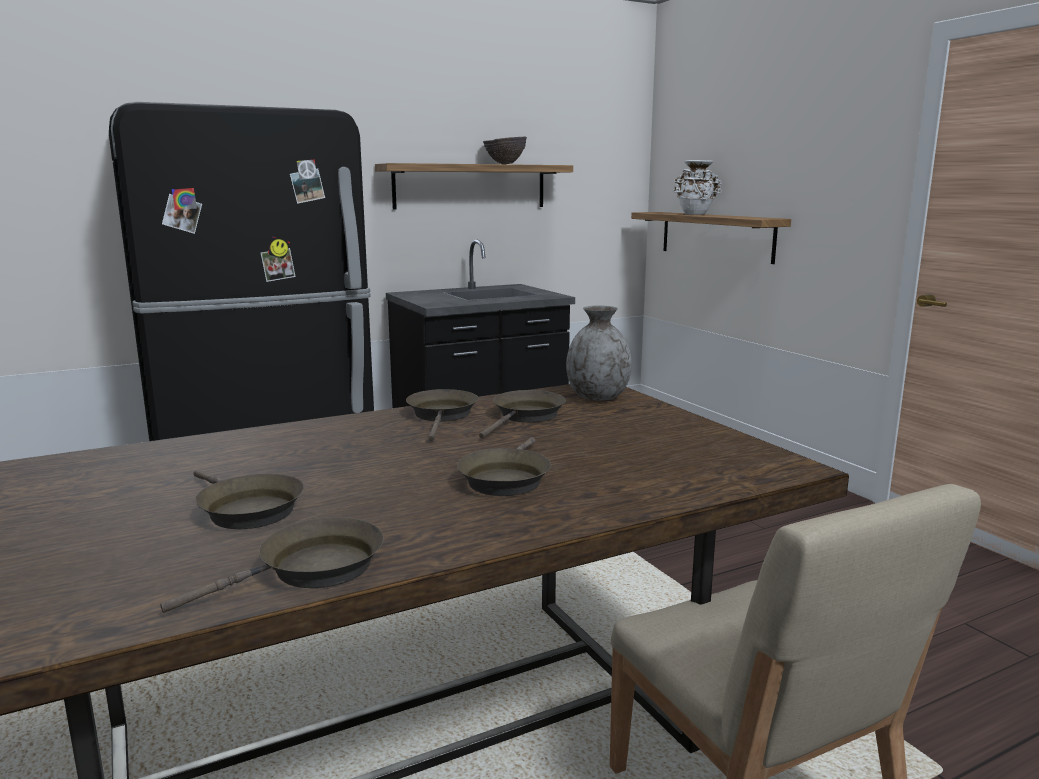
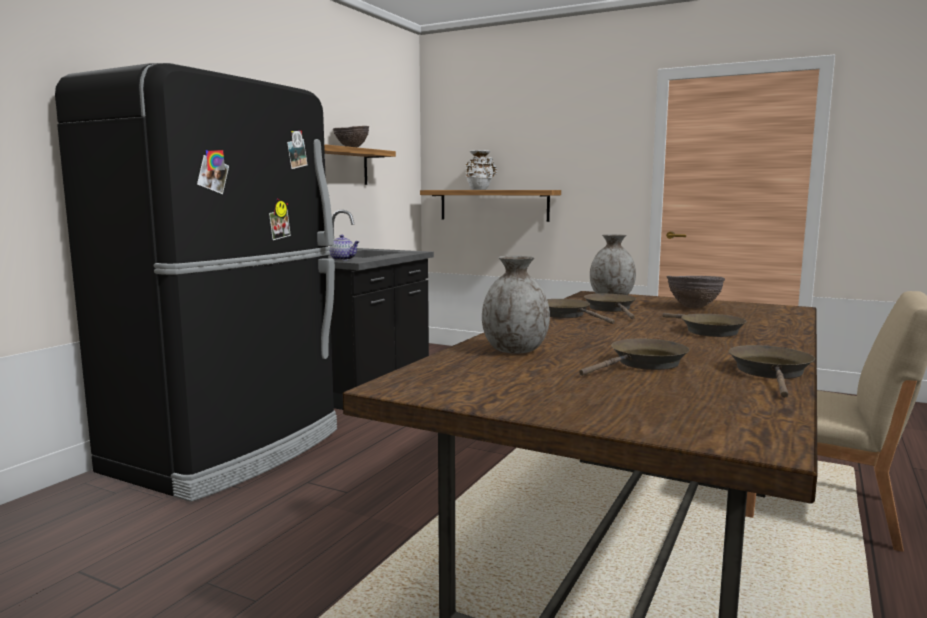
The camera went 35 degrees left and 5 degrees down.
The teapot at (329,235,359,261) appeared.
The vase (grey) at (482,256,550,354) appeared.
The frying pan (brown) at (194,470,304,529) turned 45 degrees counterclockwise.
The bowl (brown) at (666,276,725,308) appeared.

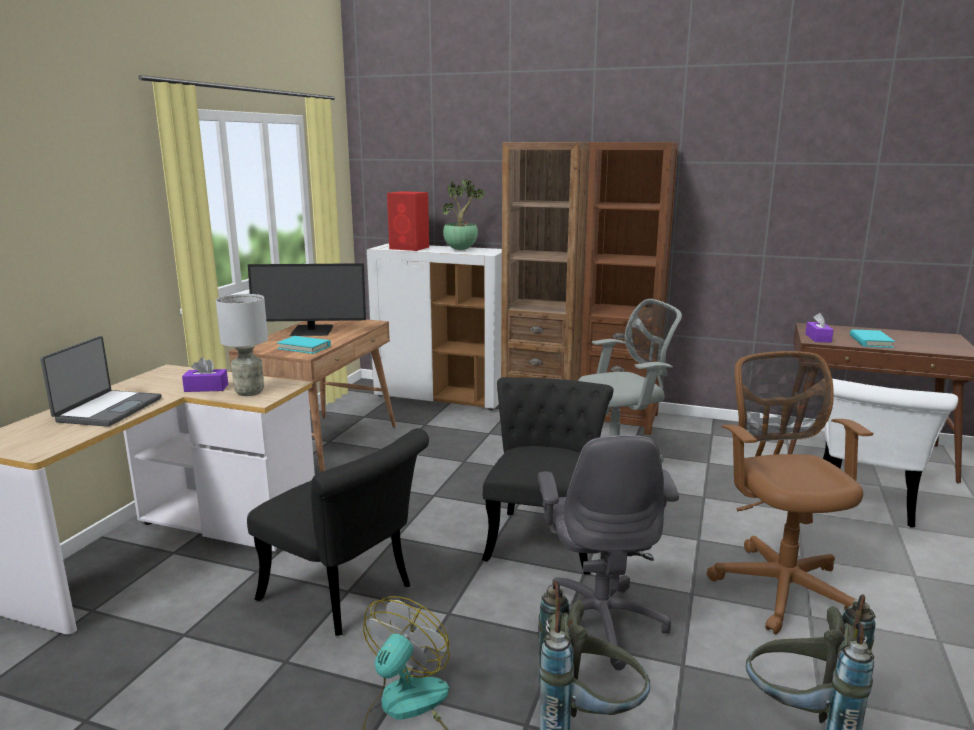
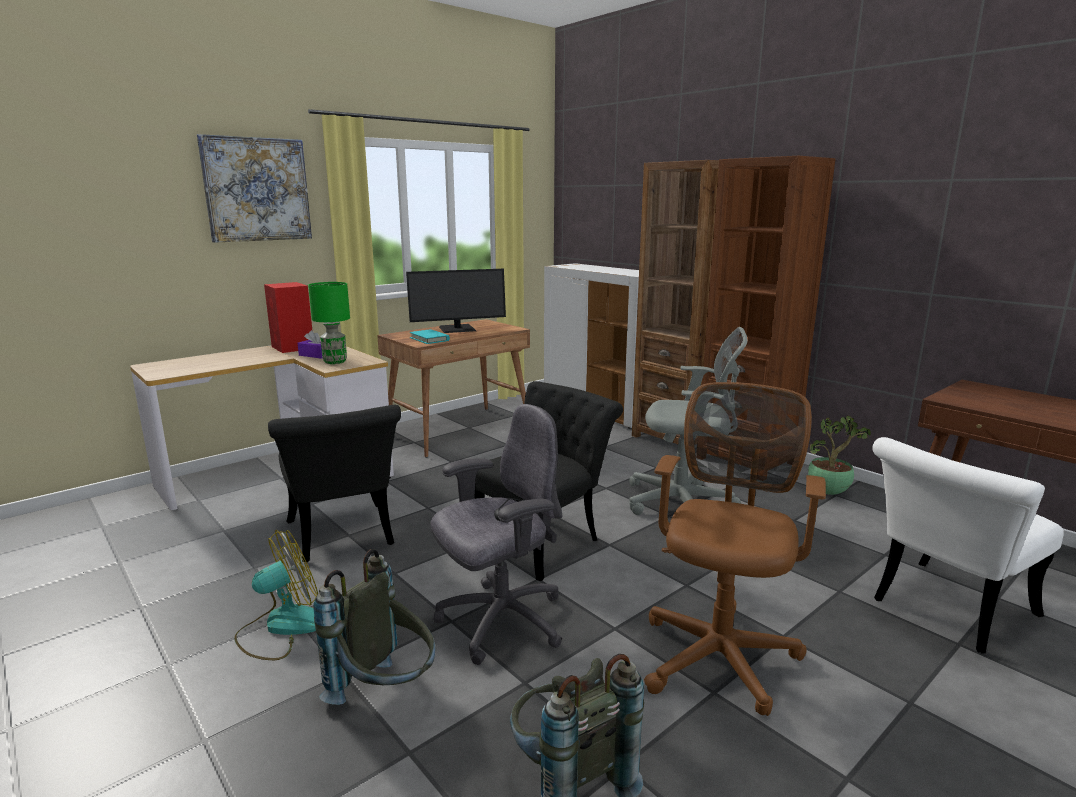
The camera went 30 degrees right and 0 degrees up.
The picture at (197,134,312,243) appeared.
The speaker (red) moved from (387,191,429,251) to (264,282,312,353).
The table lamp (grey) at (216,294,268,396) became the table lamp (green) at (308,282,350,364).
The monitor at (248,263,366,336) turned 45 degrees counterclockwise.
The office chair (grey) at (537,435,679,670) turned 150 degrees counterclockwise.
The potted plant moved from (442,179,485,250) to (808,415,871,495).
The laptop at (40,336,162,427) disappeared.
The tissue box (purple) at (805,313,833,342) disappeared.
The book (turquoise) at (850,329,895,348) disappeared.

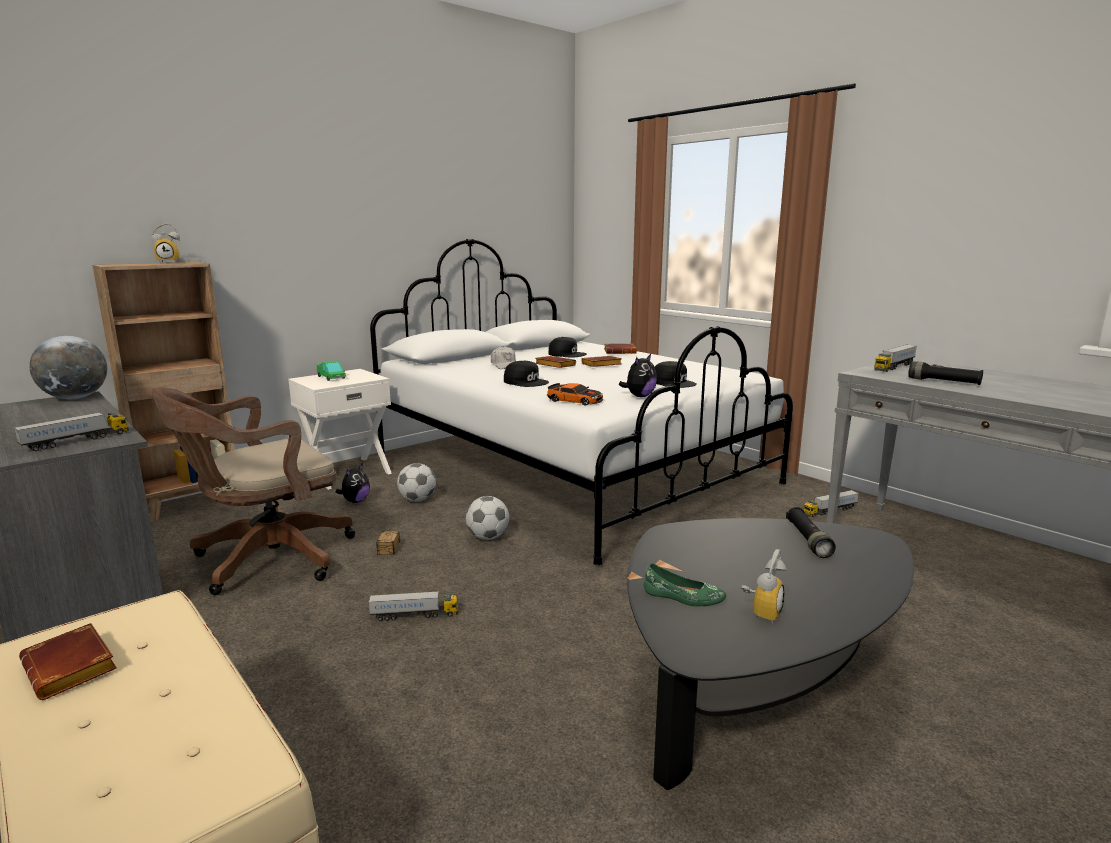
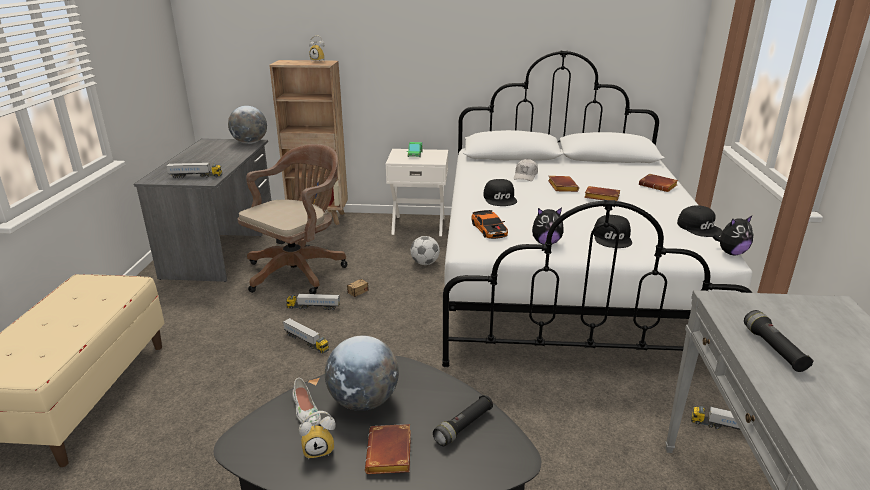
The camera went 45 degrees right and 10 degrees up.
The office chair (brown) at (151,388,355,595) turned 120 degrees clockwise.
The toy truck moved from (874,344,917,372) to (286,293,340,310).
The shoe (green) at (643,563,726,607) became the shoe (white) at (292,378,321,425).
The globe at (325,336,399,411) appeared.
The book (brown) moved from (19,623,117,700) to (365,424,411,474).
The cap (black) moved from (548,337,587,358) to (677,205,722,237).
The plush toy moved from (336,464,370,503) to (713,216,753,255).
The football at (466,496,509,540) disappeared.

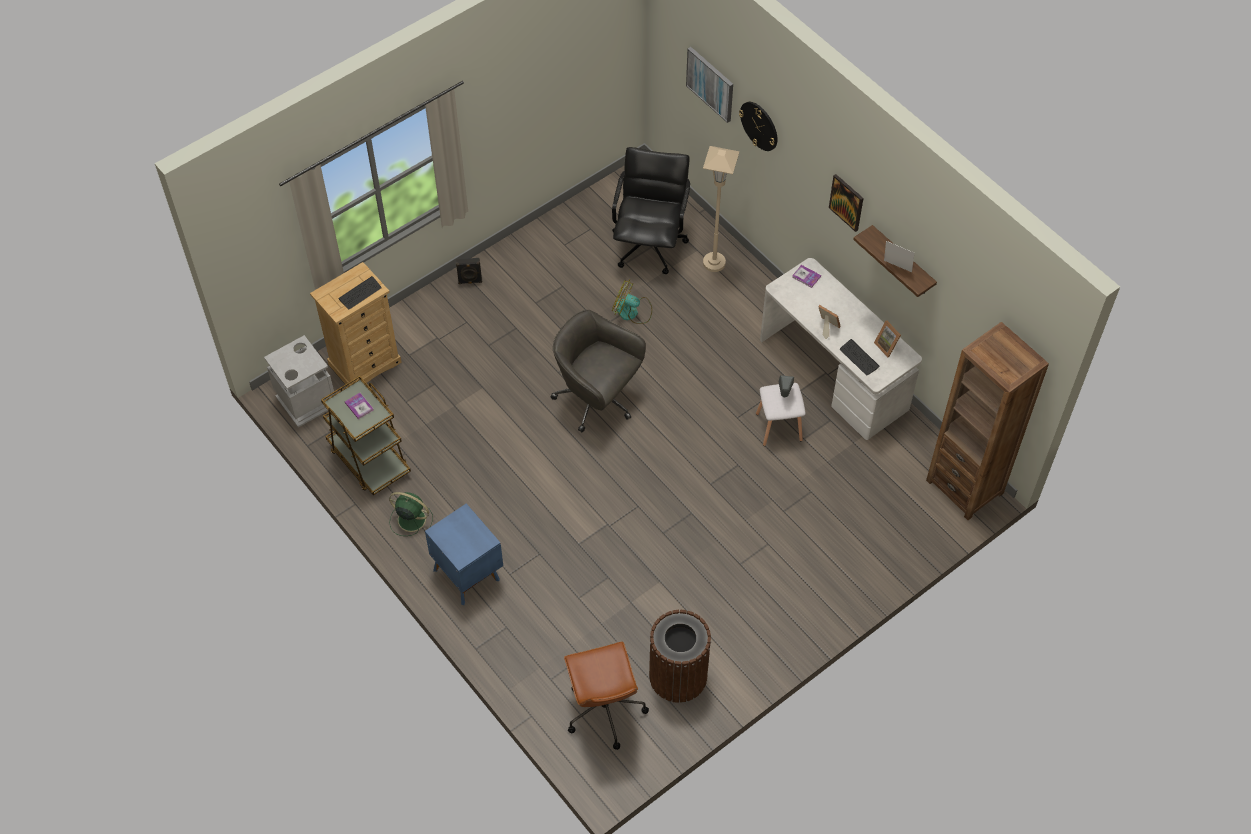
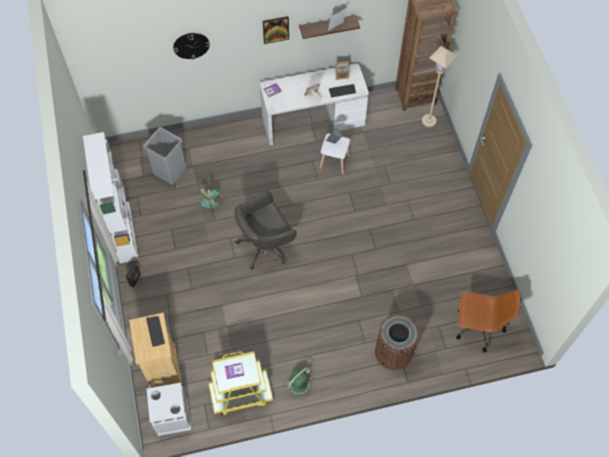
The camera went 65 degrees left and 5 degrees up.
The bookcase (white) at (83,132,139,263) appeared.
The office chair (black) at (612,147,690,274) was replaced by the trash can (grey) at (143,127,186,185).
The cart (brown) at (321,376,411,496) became the cart (yellow) at (208,351,273,416).
The trash can (brown) moved from (649,610,711,703) to (375,314,419,370).
The floor lamp (beige) moved from (703,146,740,272) to (422,46,457,127).
The nightstand (blue) at (425,503,503,605) disappeared.
The picture at (686,47,733,123) disappeared.

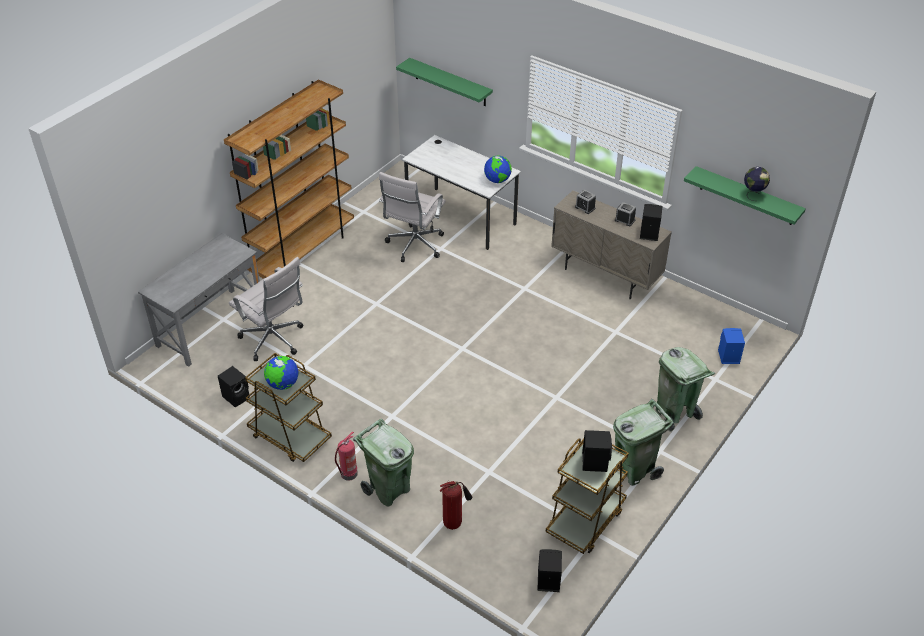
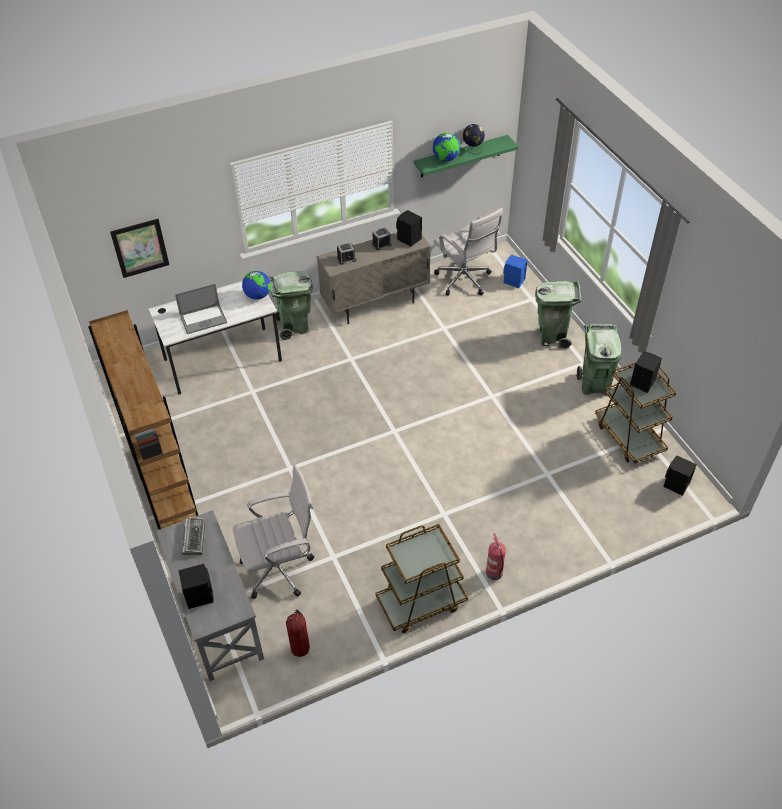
The camera went 60 degrees left and 5 degrees up.
The shelf (green) at (396,58,493,106) was replaced by the picture at (110,219,169,278).
The laptop at (175,284,227,334) appeared.
The speaker (black) moved from (218,366,250,407) to (178,564,214,609).
The keyboard at (182,517,205,555) appeared.
The trash can (green) moved from (353,419,414,507) to (268,271,313,340).
The fire extinguisher moved from (440,481,472,530) to (286,609,310,657).
The globe moved from (264,356,298,390) to (432,133,460,161).
The office chair (white) moved from (379,172,445,262) to (433,208,503,296).

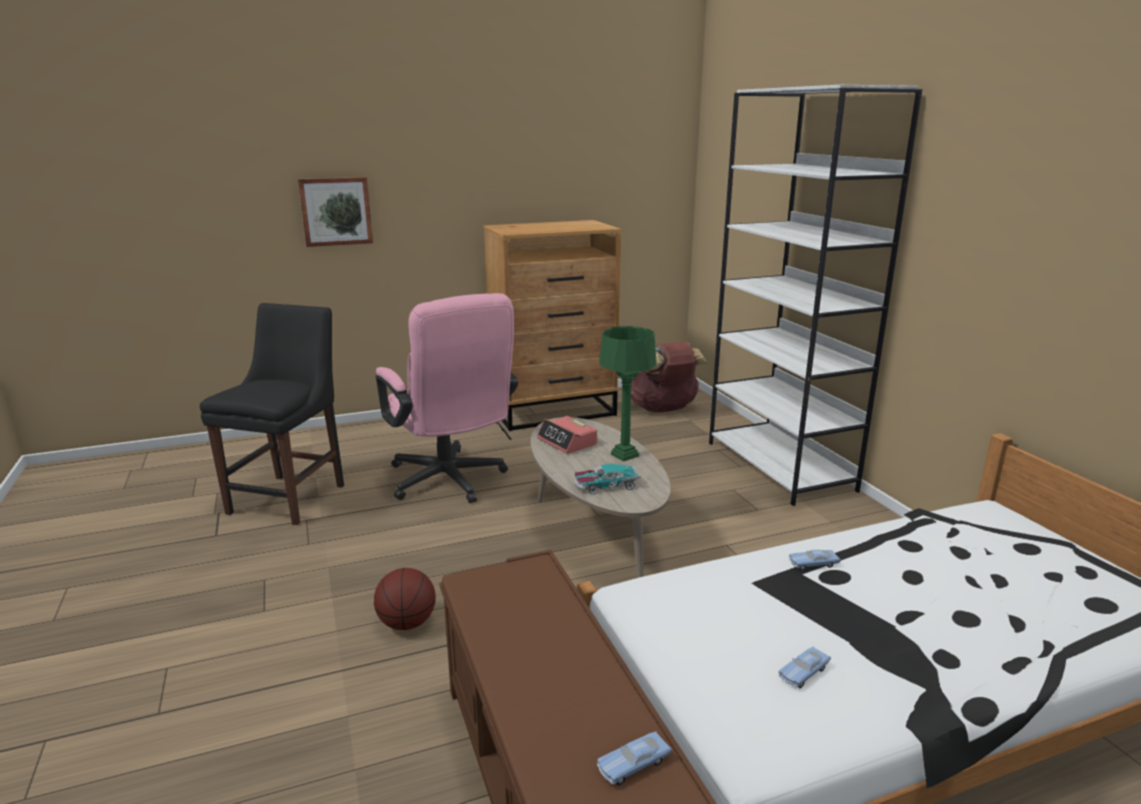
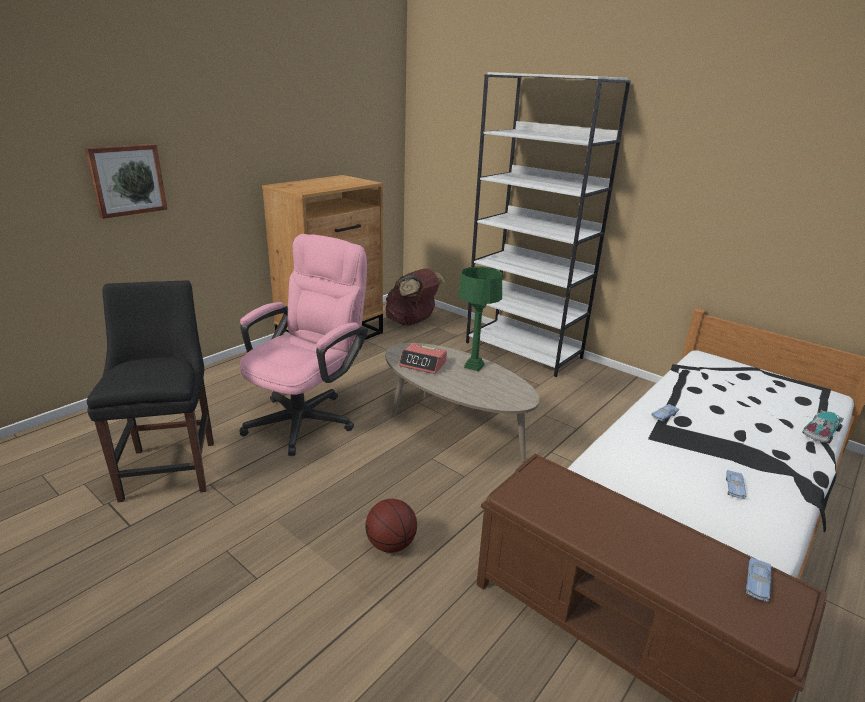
The camera went 30 degrees left and 5 degrees up.
The office chair (pink) at (376,293,518,503) turned 90 degrees counterclockwise.
The toy car moved from (574,464,640,494) to (802,410,844,444).

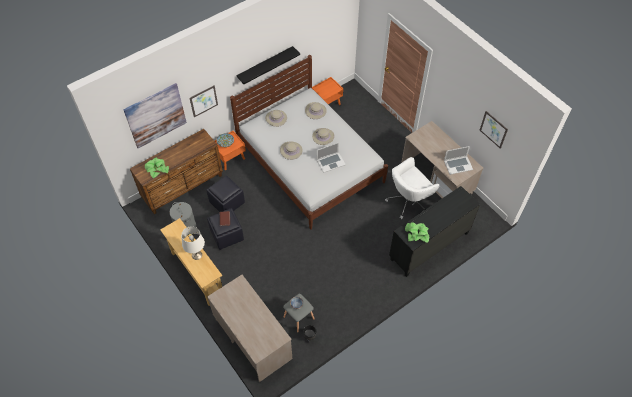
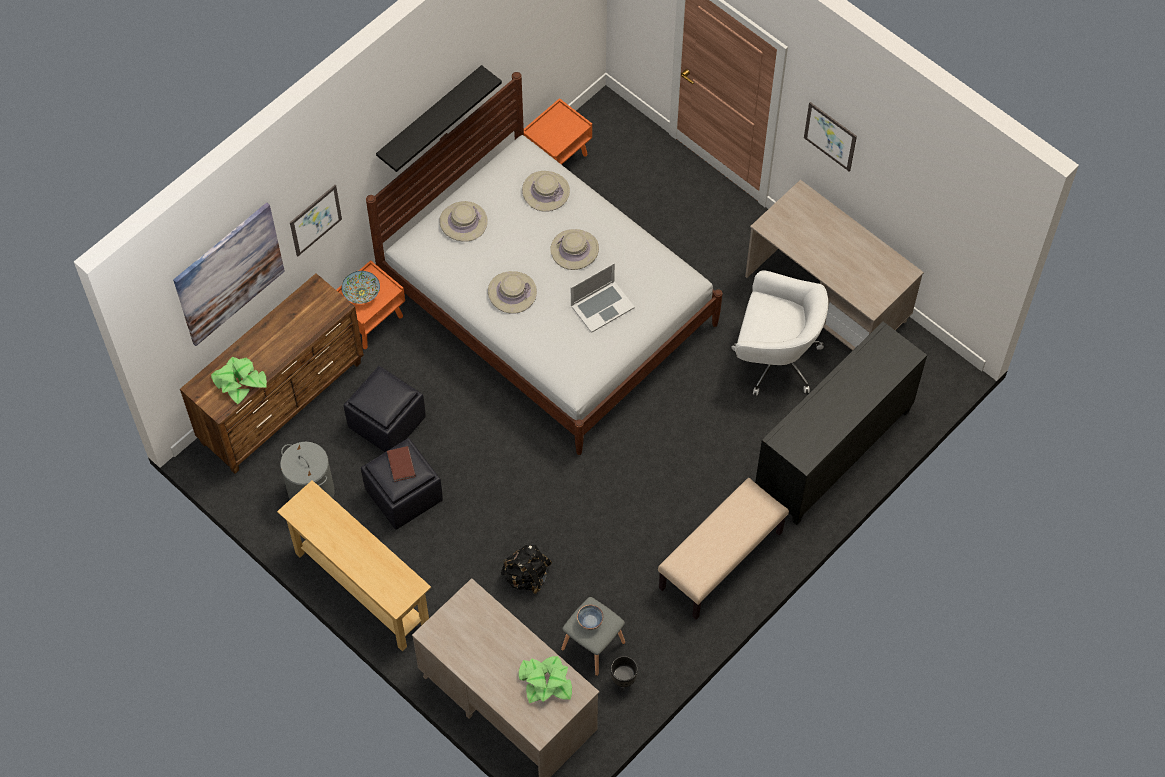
The camera went 10 degrees left and 5 degrees up.
The backpack (black) at (501,545,552,594) appeared.
The potted plant moved from (405,222,429,243) to (519,656,572,703).
The bench (beige) at (658,478,789,619) appeared.
The office chair (white) at (385,157,439,219) turned 120 degrees counterclockwise.
The picture moved from (480,111,508,149) to (804,102,857,172).
The table lamp (white) at (181,226,205,260) disappeared.
The laptop at (444,146,473,175) disappeared.

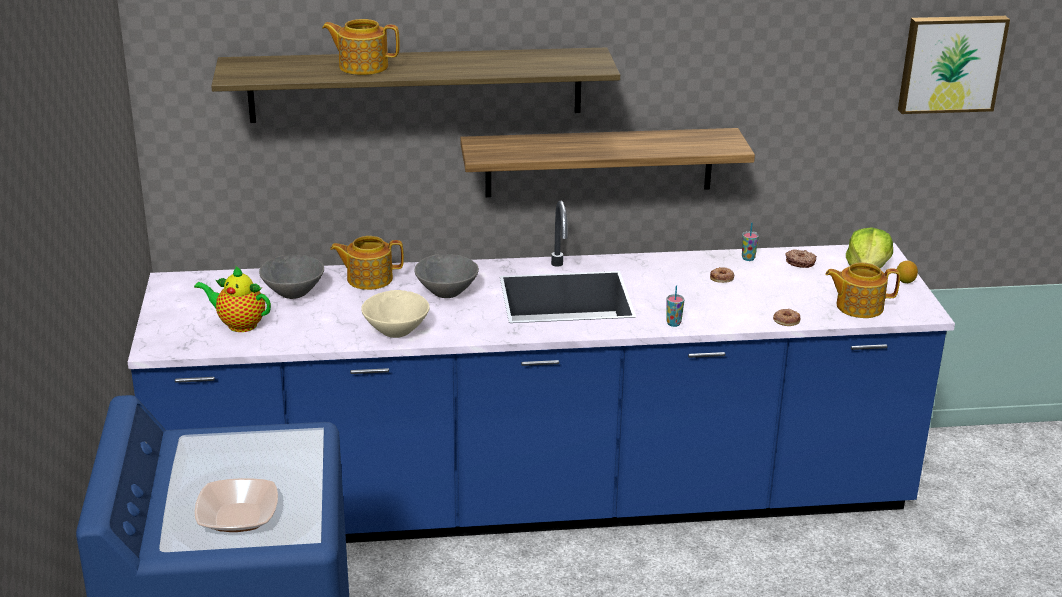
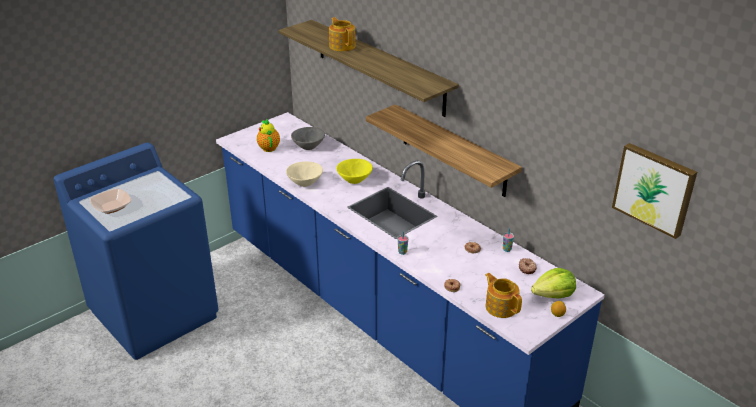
The camera went 55 degrees right and 5 degrees up.
The bowl (grey) at (415,254,479,298) became the bowl (yellow) at (336,159,373,184).
The teapot at (330,236,404,290) disappeared.

